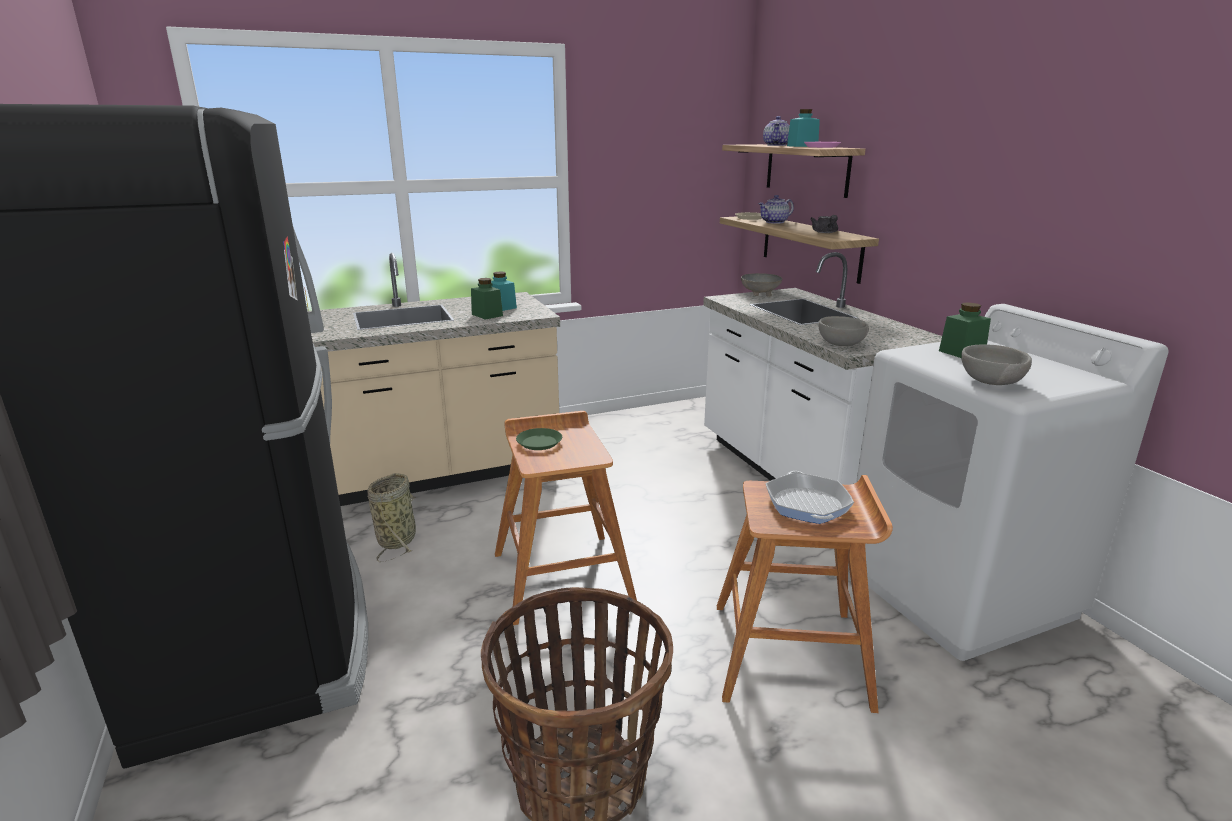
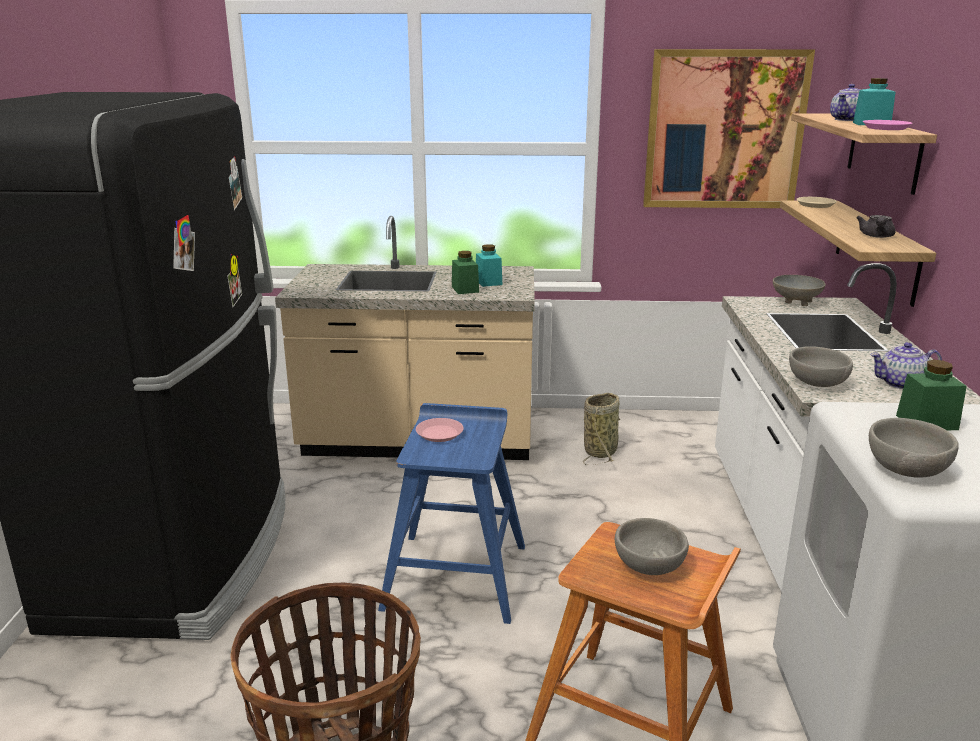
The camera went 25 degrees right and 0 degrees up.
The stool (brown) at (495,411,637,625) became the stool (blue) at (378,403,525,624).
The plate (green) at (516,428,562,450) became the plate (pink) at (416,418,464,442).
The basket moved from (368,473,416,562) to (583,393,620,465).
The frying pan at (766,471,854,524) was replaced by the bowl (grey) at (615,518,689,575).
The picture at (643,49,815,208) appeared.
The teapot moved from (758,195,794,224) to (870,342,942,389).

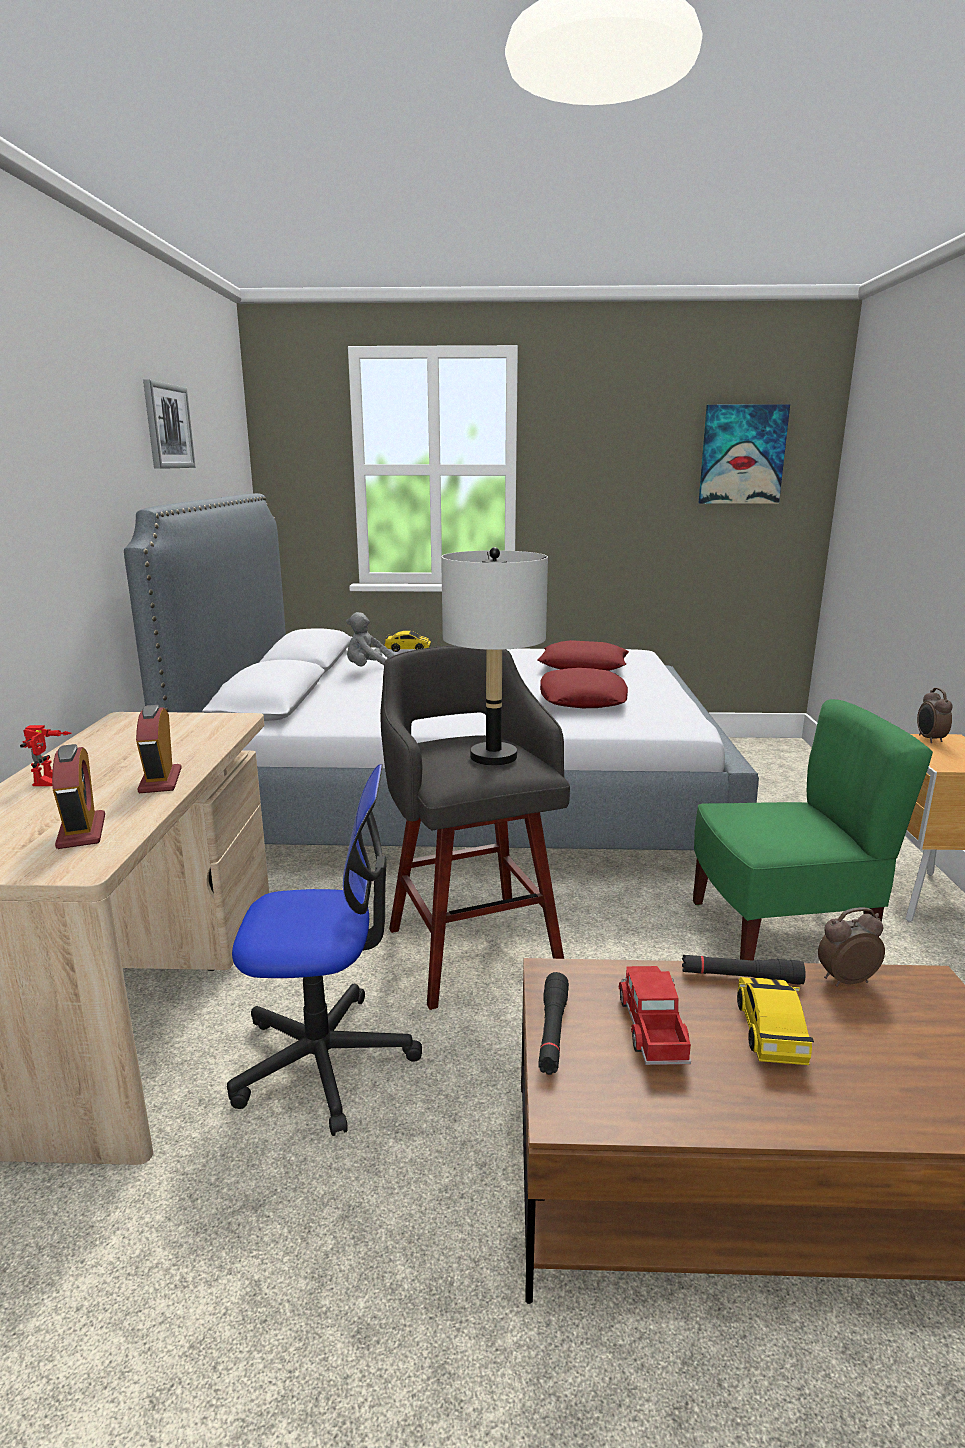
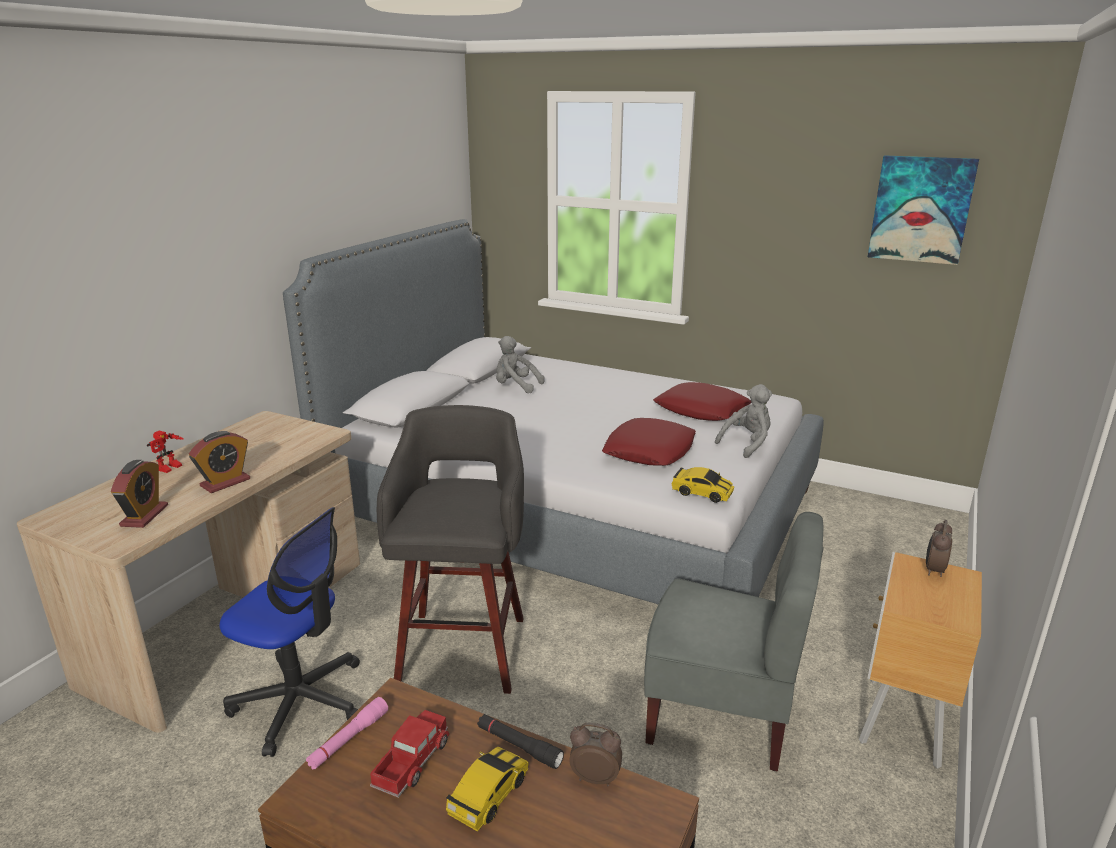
The camera went 25 degrees right and 5 degrees up.
The alarm clock at (136,705,182,793) turned 150 degrees counterclockwise.
The flashlight (black) at (538,972,569,1075) became the flashlight (pink) at (306,697,388,769).
The chair (green) at (693,699,933,961) became the chair (grey) at (644,512,824,772).
The toy car moved from (384,631,431,652) to (671,467,734,503).
The plush toy (grey) at (715,384,772,458) appeared.
The picture at (143,379,196,469) disappeared.
The table lamp (grey) at (441,547,548,765) disappeared.

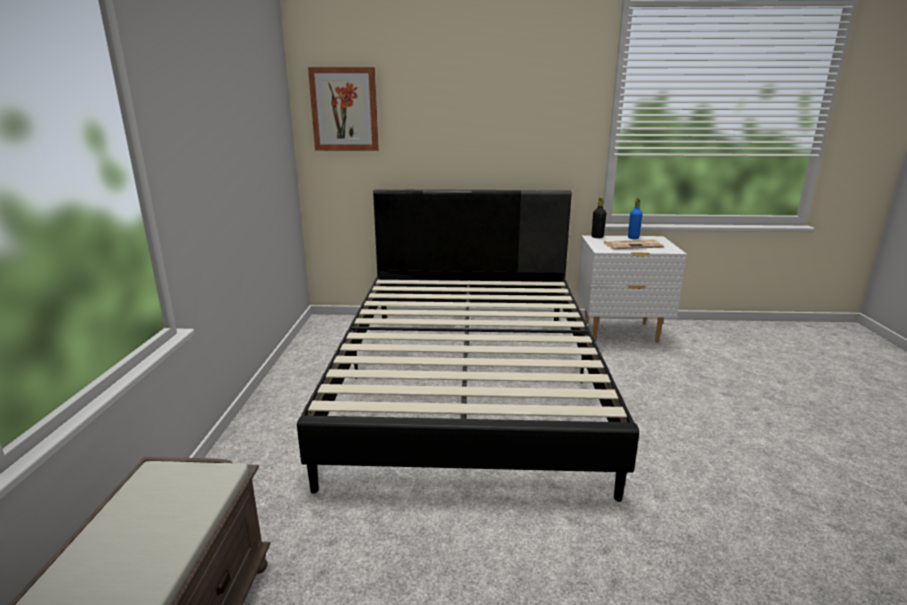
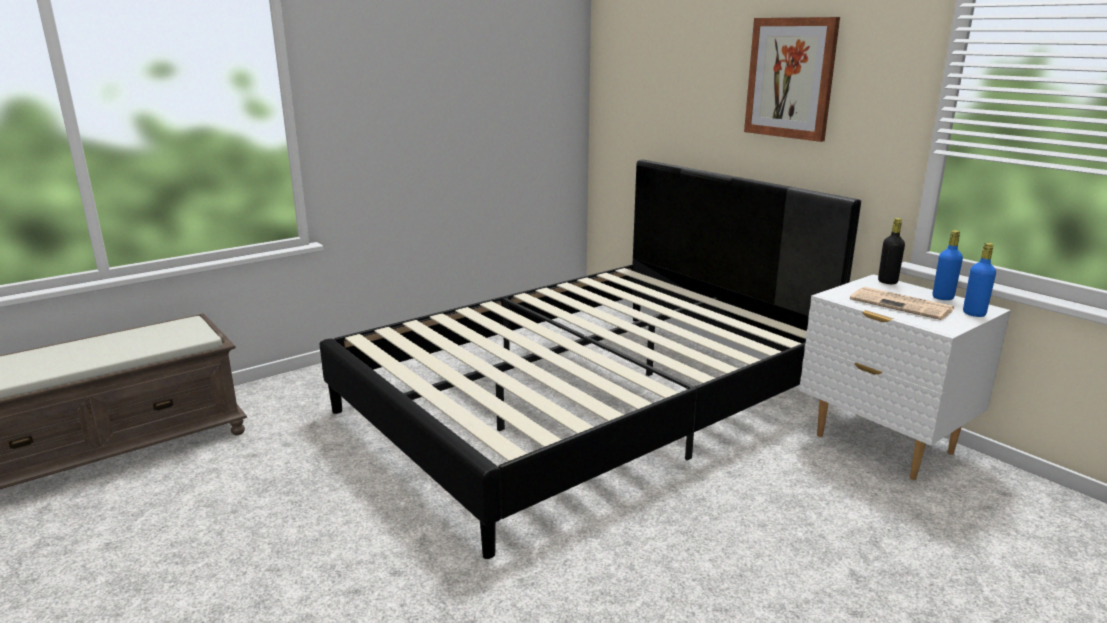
The camera went 50 degrees right and 0 degrees up.
The picture moved from (308,67,379,151) to (744,17,840,142).
The bottle (blue) at (963,243,996,317) appeared.

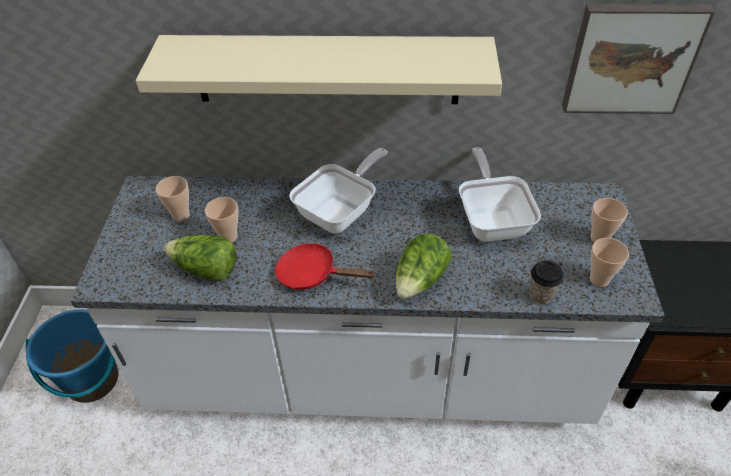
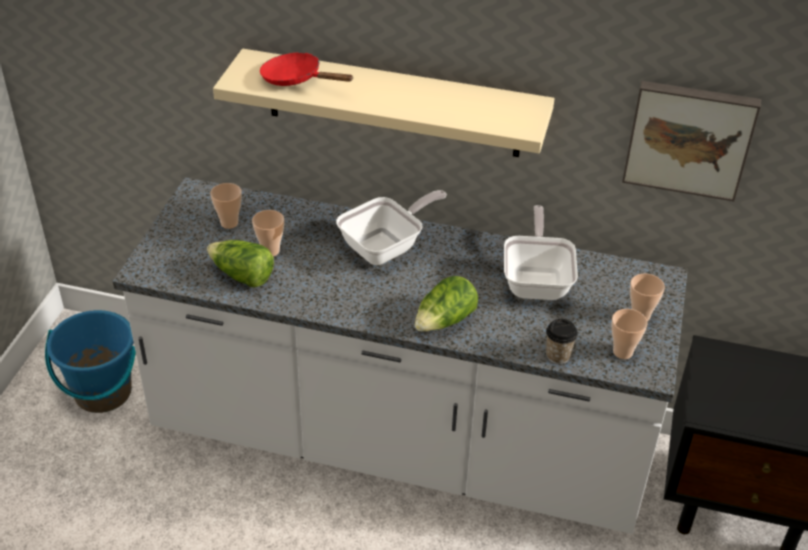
The camera went 10 degrees right and 5 degrees down.
The frying pan (red) moved from (275,243,376,290) to (260,53,354,86).

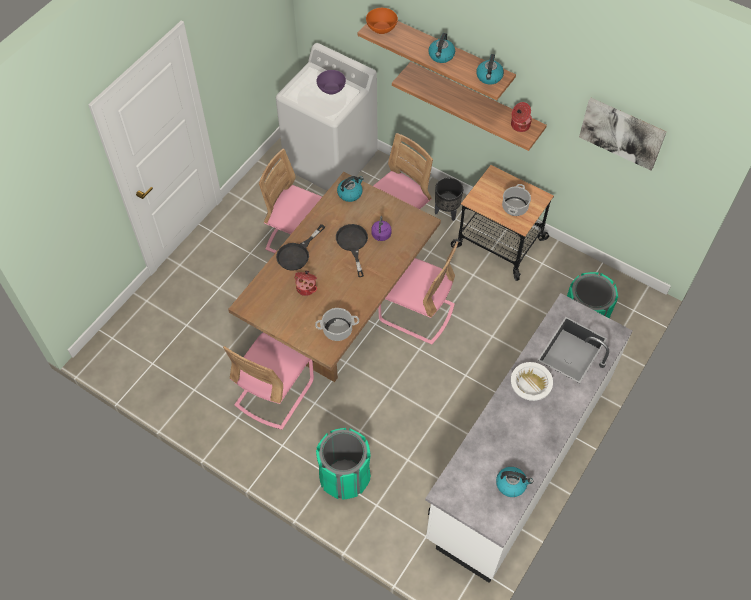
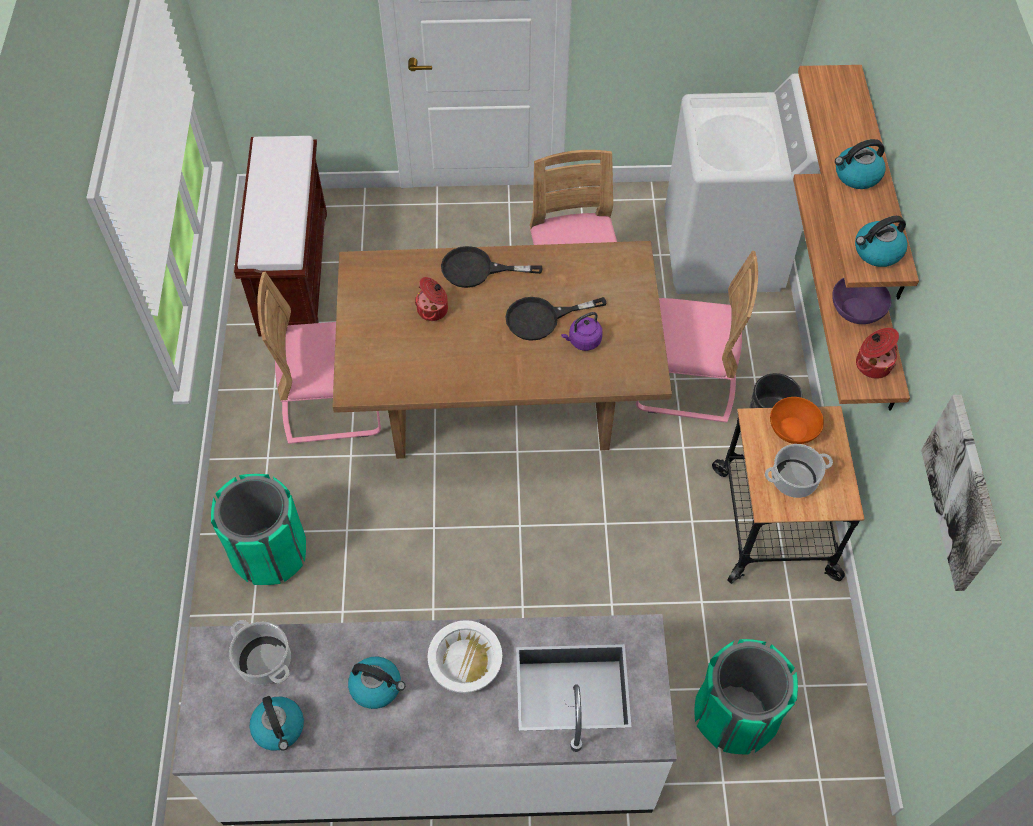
The camera went 55 degrees right and 0 degrees up.
The cooking pot moved from (315,308,359,341) to (229,620,291,685).
The bench (brown) at (234,136,327,337) appeared.
The kettle moved from (337,176,364,202) to (348,656,405,709).
The frying pan (black) at (336,224,368,277) turned 150 degrees counterclockwise.
The bowl (orange) moved from (366,8,398,34) to (770,397,824,444).
The bowl (purple) moved from (316,70,346,94) to (832,278,891,324).
The chair (pink) at (378,241,458,345) disappeared.

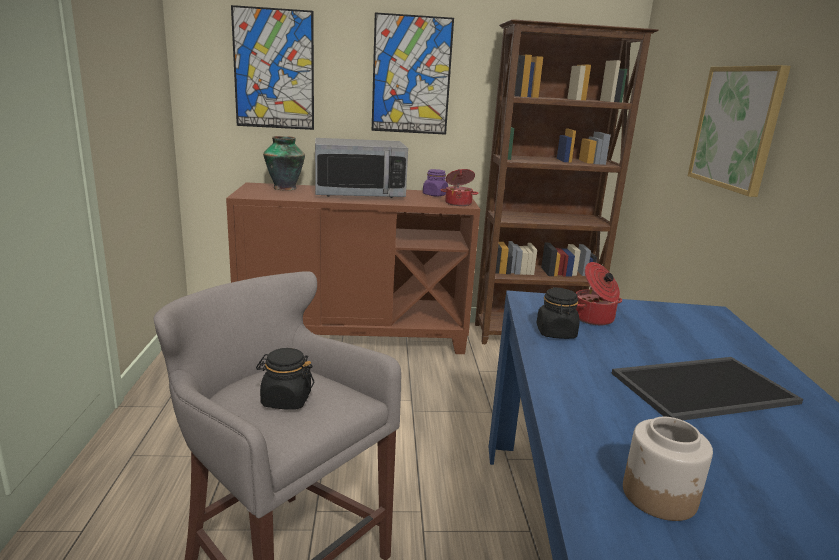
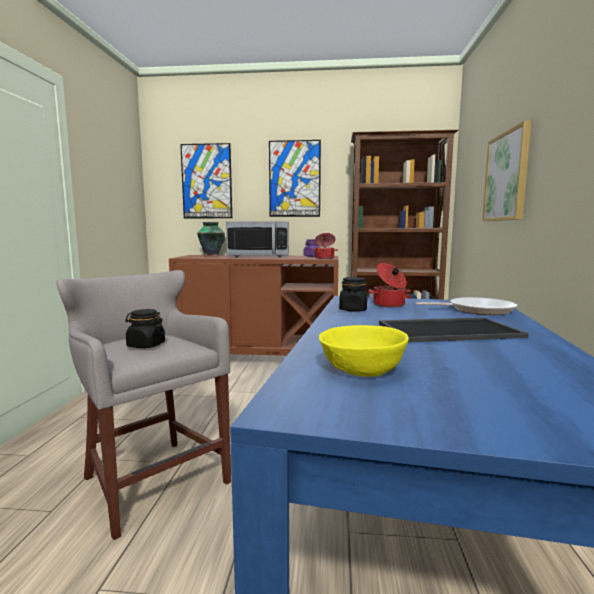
The camera went 10 degrees right and 10 degrees down.
The jar at (623,417,713,521) was replaced by the bowl (yellow) at (319,325,409,377).
The frying pan at (416,297,517,315) appeared.

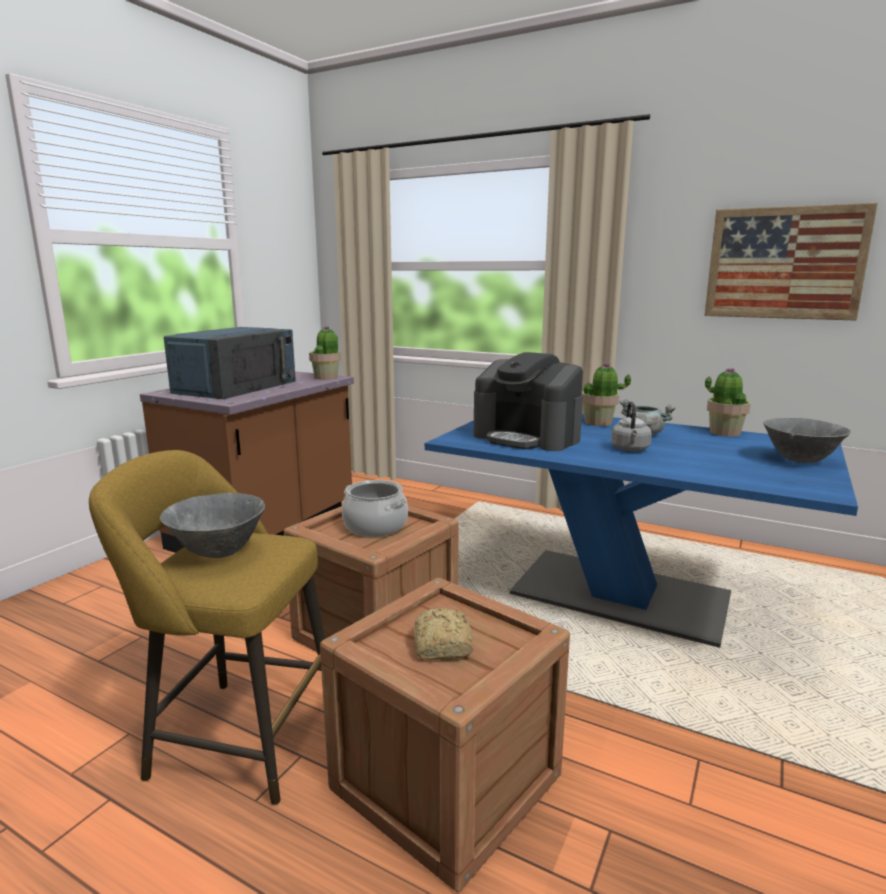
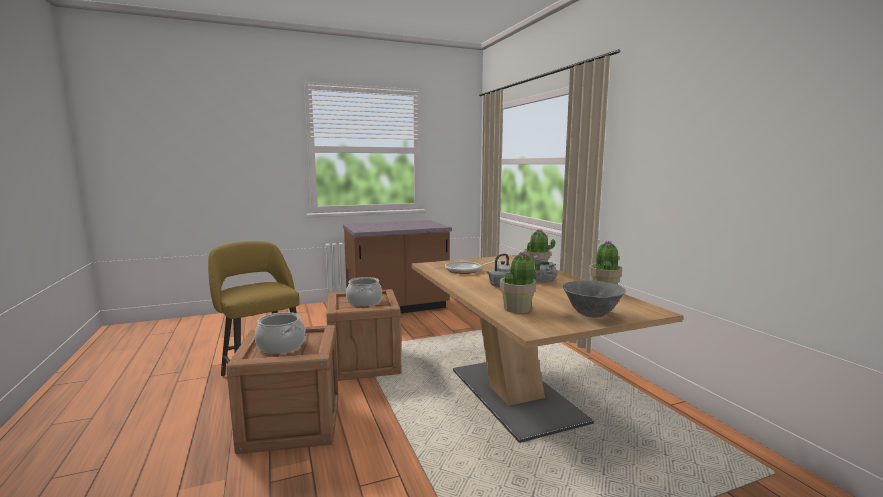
The camera went 40 degrees right and 5 degrees down.
The bread at (414,608,473,660) was replaced by the cooking pot at (255,312,305,354).
The dining table (blue) at (425,414,858,648) became the dining table (brown) at (411,255,683,443).
The coffee machine at (474,352,583,451) was replaced by the frying pan at (445,260,506,274).
The potted plant moved from (309,326,341,380) to (500,252,540,313).
The bowl (grey) at (160,493,265,558) disappeared.
The microwave (blue) at (164,327,296,399) disappeared.
The picture at (704,203,878,321) disappeared.

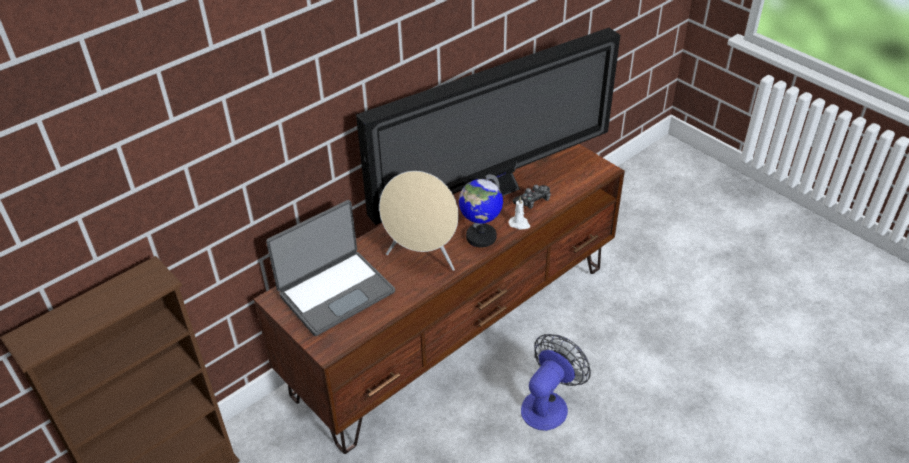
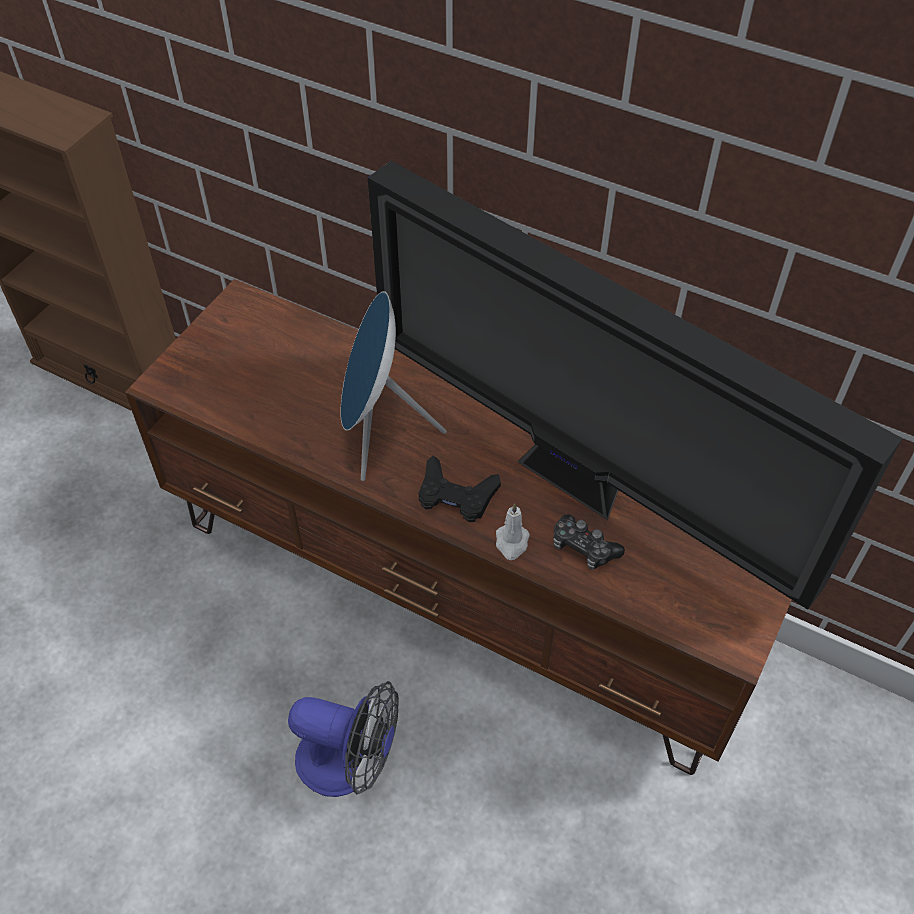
The camera went 70 degrees right and 10 degrees up.
The speaker (beige) at (379,171,459,271) became the speaker (blue) at (340,291,447,481).
The globe at (459,174,503,247) was replaced by the game controller (black) at (419,456,501,522).
The laptop at (266,200,395,336) disappeared.

